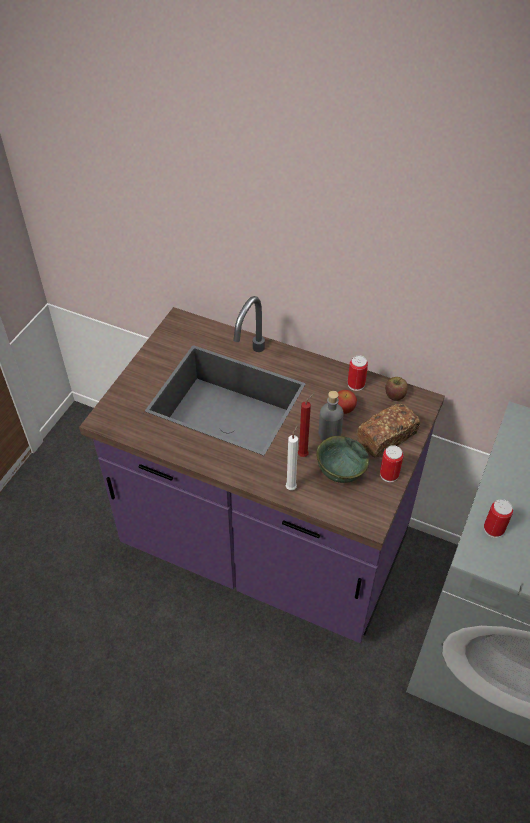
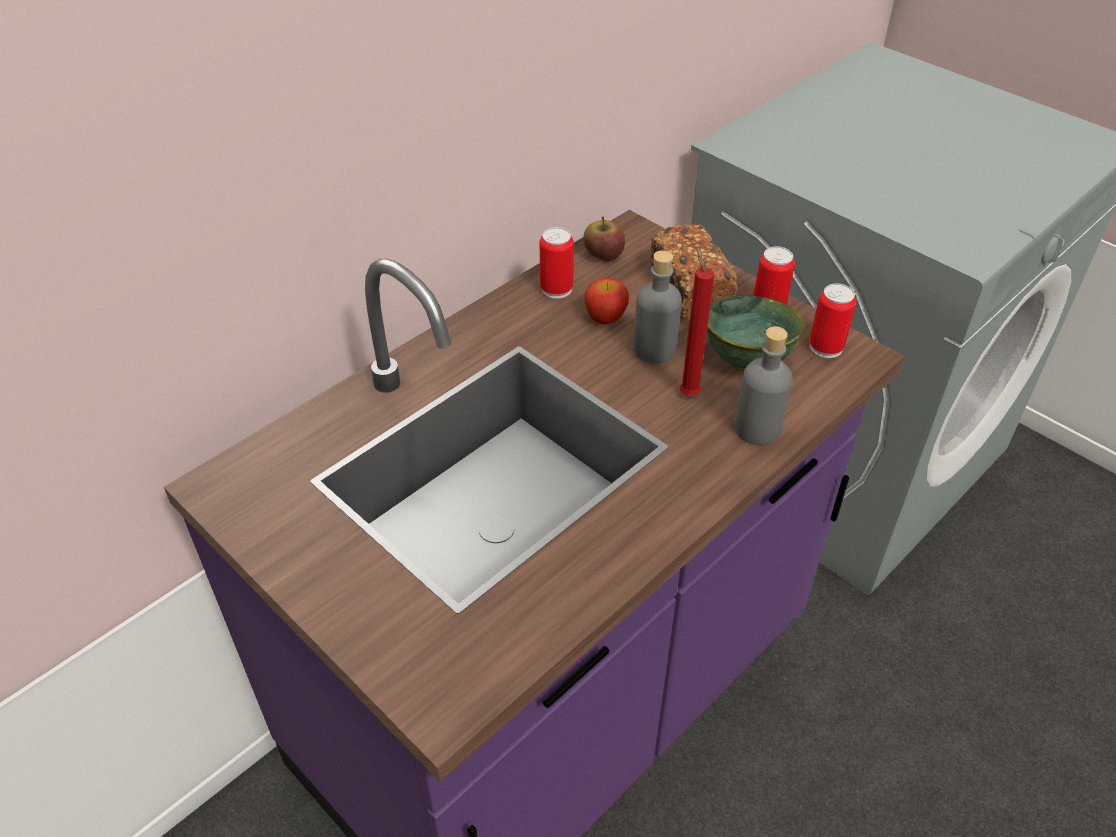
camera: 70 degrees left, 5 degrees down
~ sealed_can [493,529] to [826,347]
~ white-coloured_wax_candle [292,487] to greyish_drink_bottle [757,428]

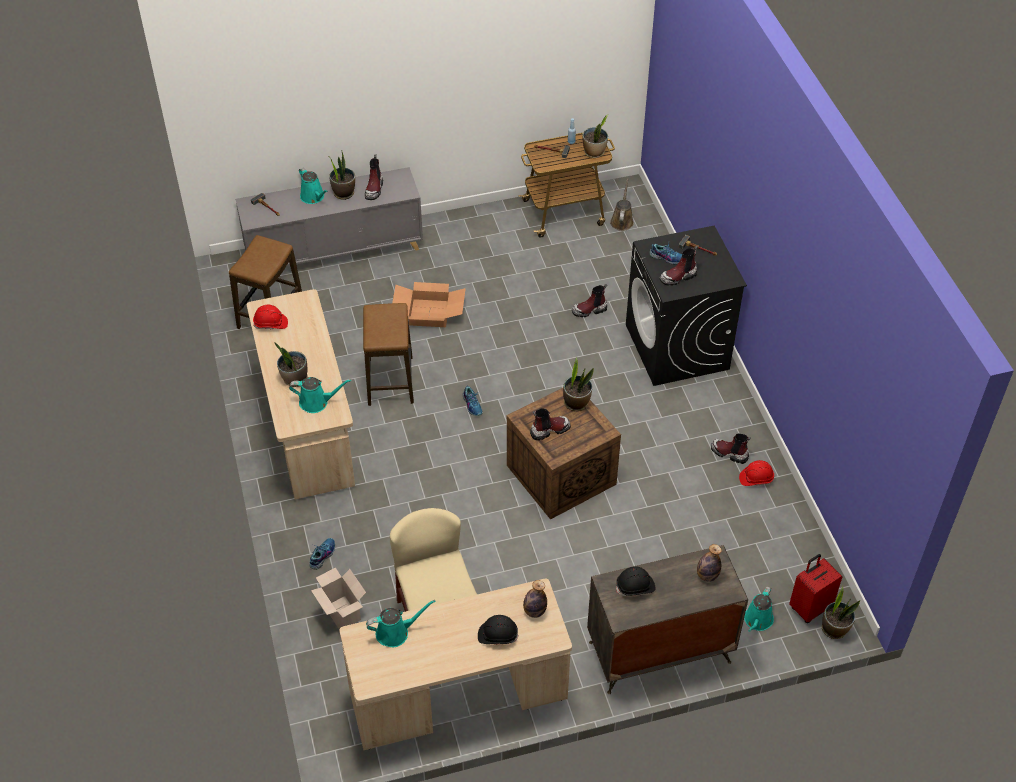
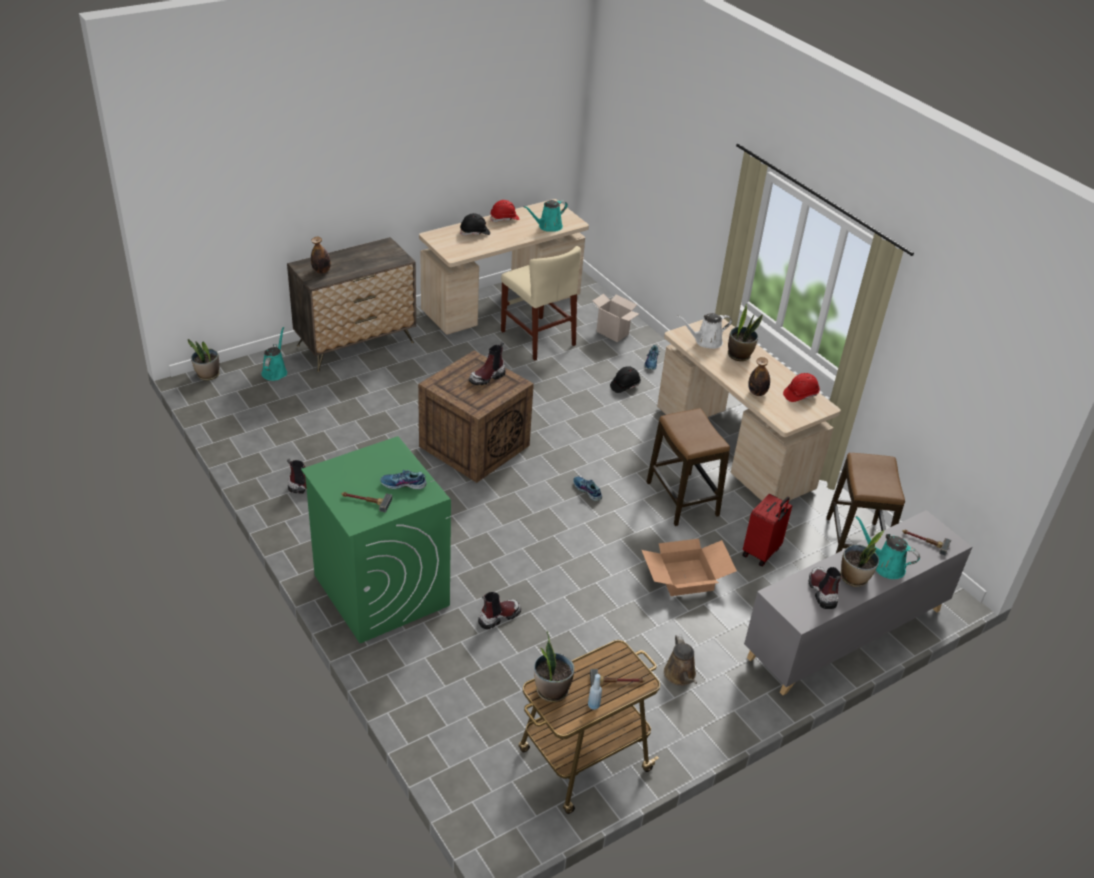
camera: 160 degrees right, 10 degrees down
- plant_in_a_pot [576,403]
- high-top_boot [678,277]
~ drink_bottle [534,611] to [757,393]
~ brownish_watering_can [622,220] to [680,676]
~ black_work_helmet [635,587] to [625,386]
~ reddish_work_helmet [756,478] to [504,219]
~ reddish_suitcase [809,607] to [762,553]
~ blue-green_watering_can [317,402] to white-coloured_watering_can [706,341]
~ black_washing_machine [677,347] to green_washing_machine [380,590]

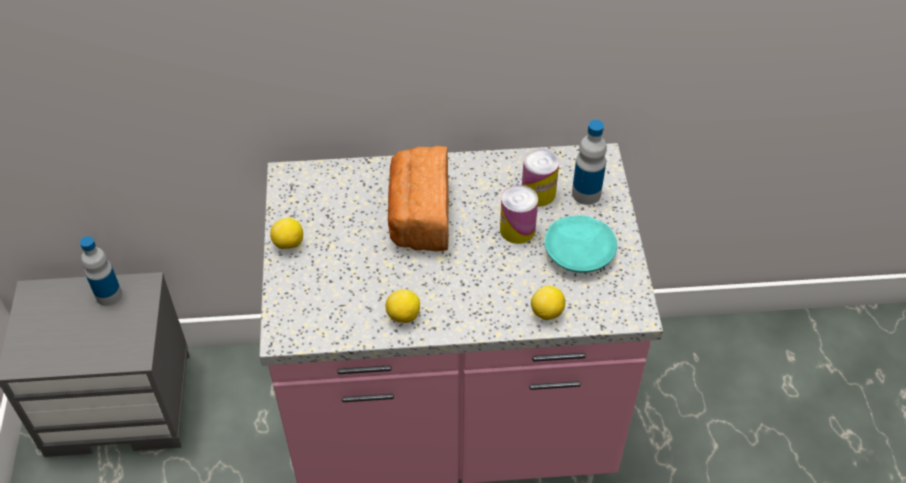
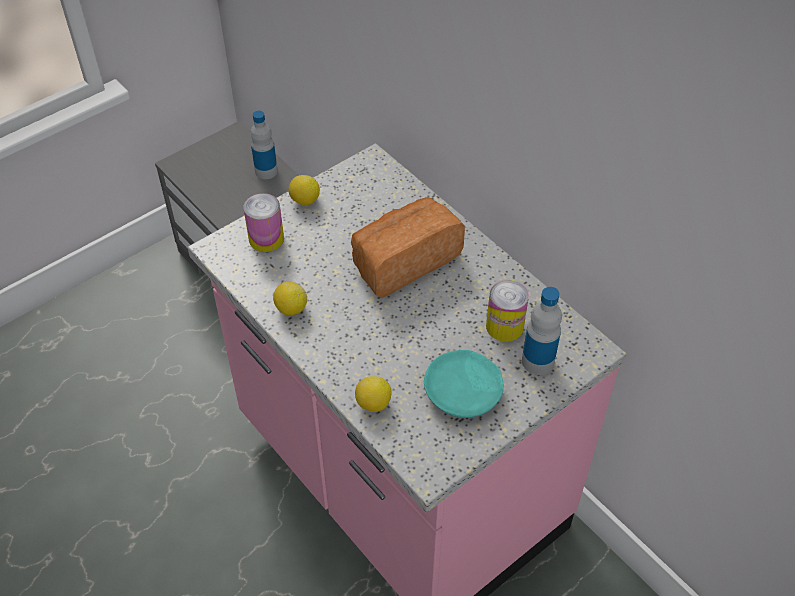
camera: 55 degrees right, 0 degrees up
~ sealed_can [517,229] to [266,239]

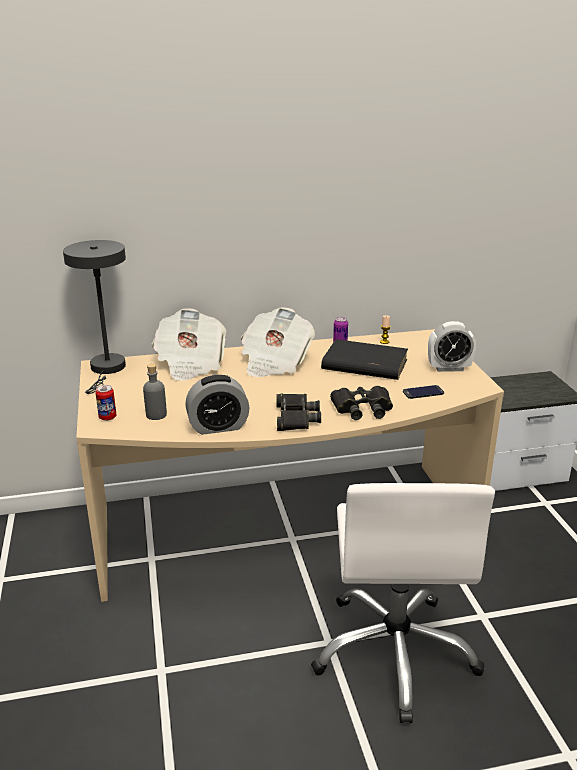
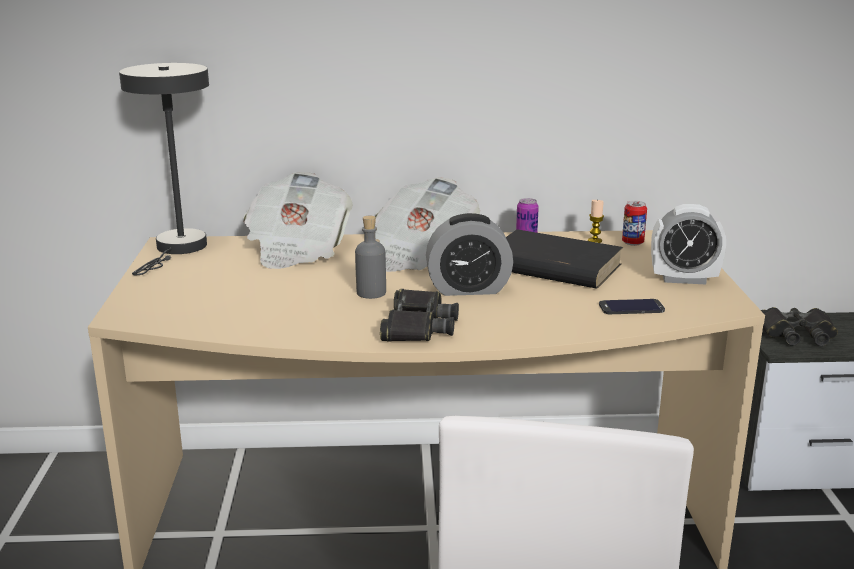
camera: 10 degrees right, 5 degrees down
~ sealed_can [107,417] to [632,243]
~ greyish_drink_bottle [156,415] to [371,293]
~ bedside_clock [218,427] to [468,289]
~ black_binoculars [362,408] to [797,334]

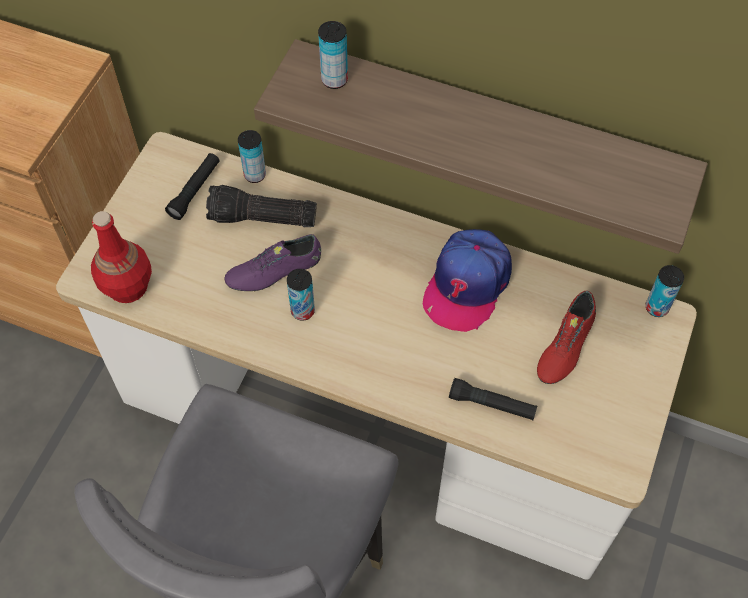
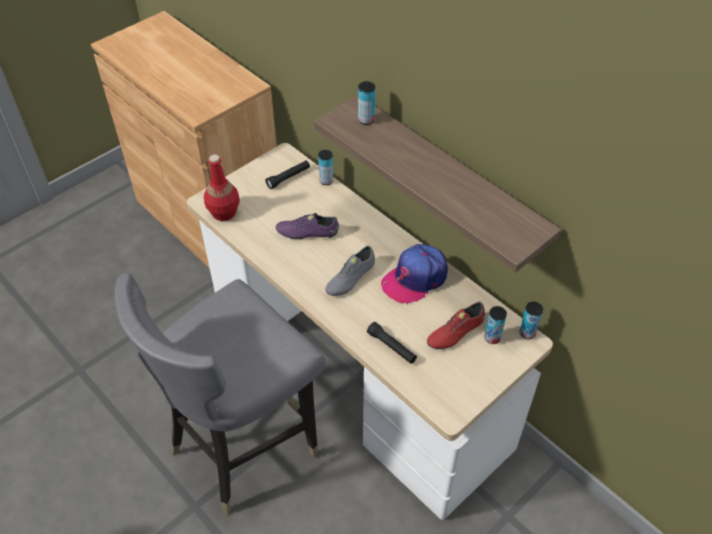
camera: 25 degrees right, 10 degrees down
- flashlight [261,219]
+ greyish_shoe [350,278]
~ sealed_can [303,311] to [492,338]

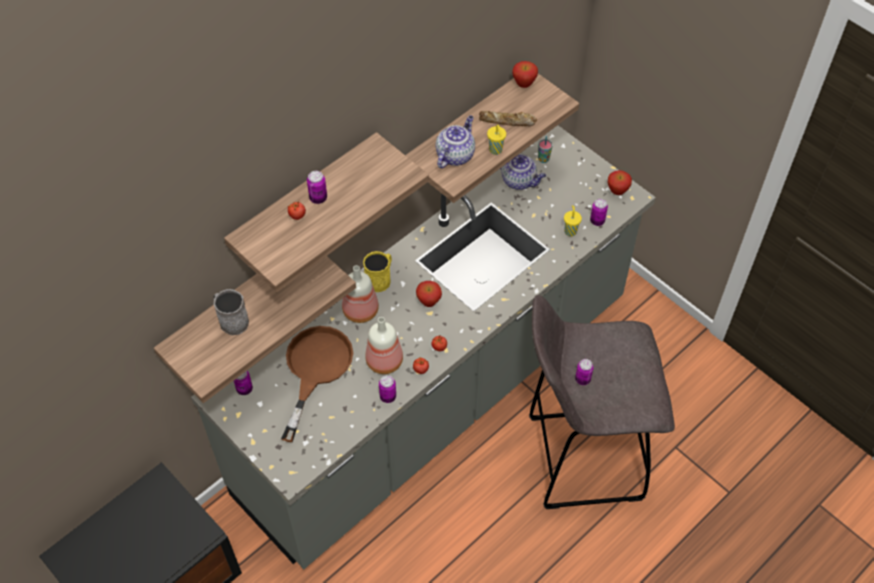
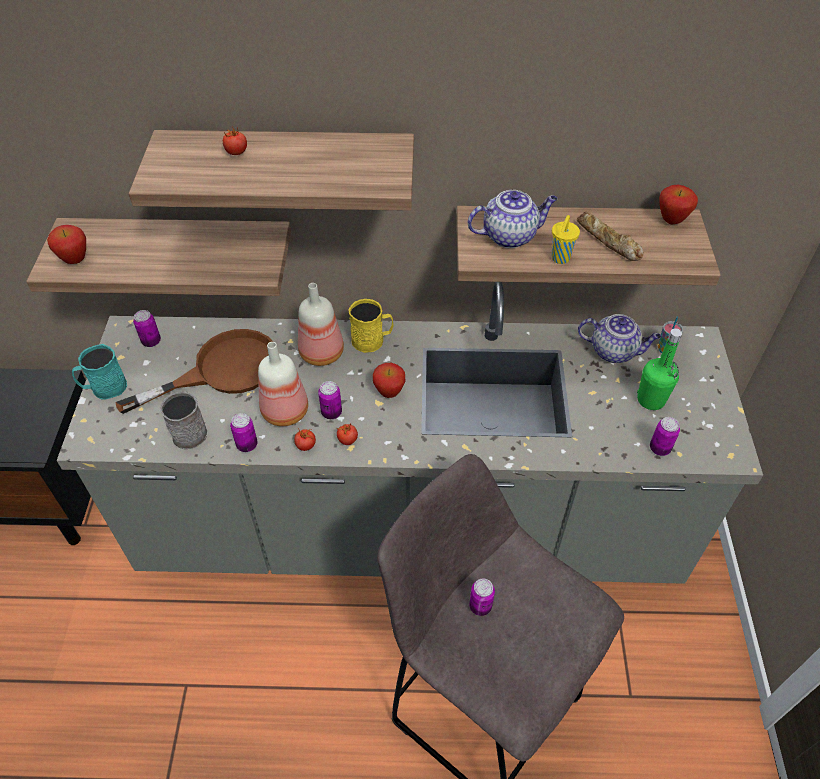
camera: 45 degrees right, 5 degrees down
- yellow-coloured_cup [570,231]
+ blue-green_mug [104,388]
+ green_drink_bottle [651,400]
~ greyish_mug [231,320] to [190,430]
~ sealed_can [318,198] to [331,412]
~ apple [617,192] to [75,260]
~ tea_pot [519,181] = [614,351] 60 degrees counterclockwise

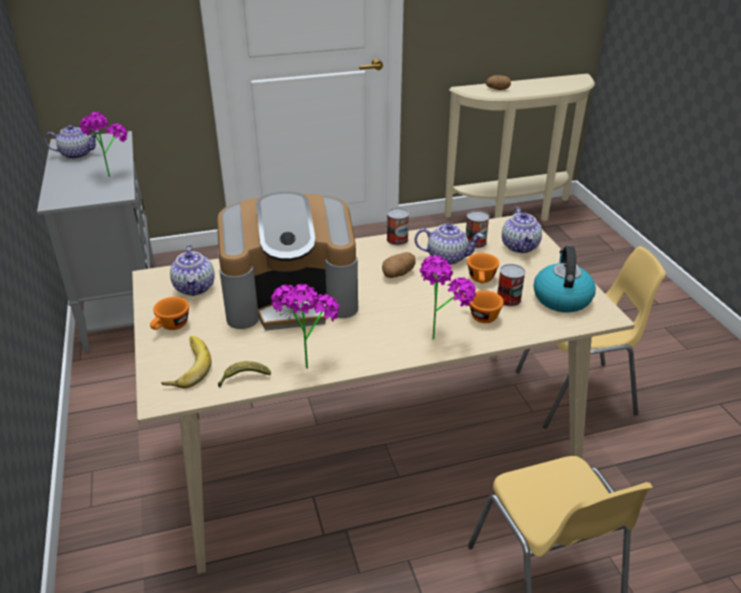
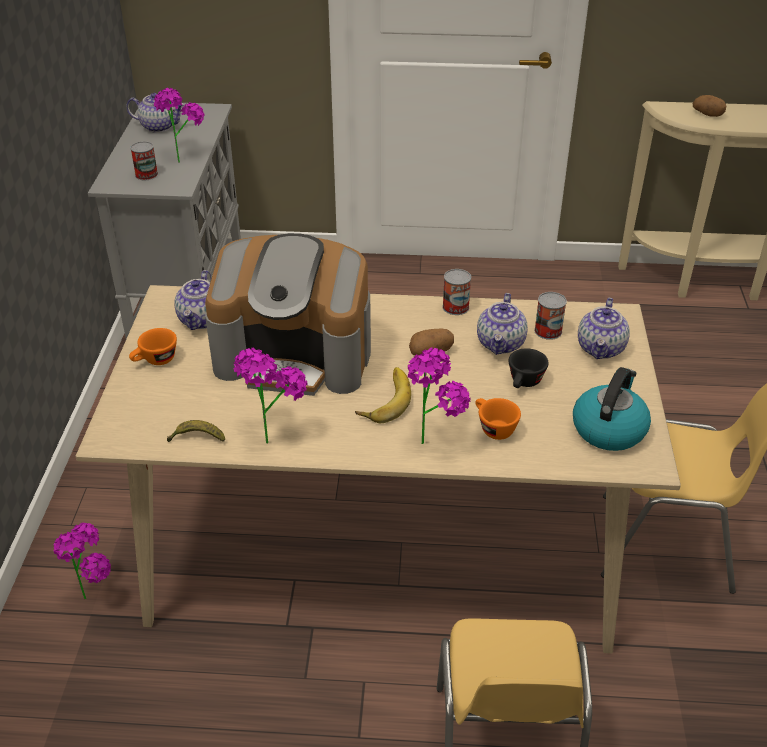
camera: 20 degrees right, 5 degrees up
+ plant_in_a_pot [96,593]
~ whole_banana [186,366] to [384,399]
~ sealed_can [508,299] to [146,175]
~ orangey_cup [481,280] to black_cup [524,383]
~ tea_pot [447,258] = [501,344] 75 degrees clockwise

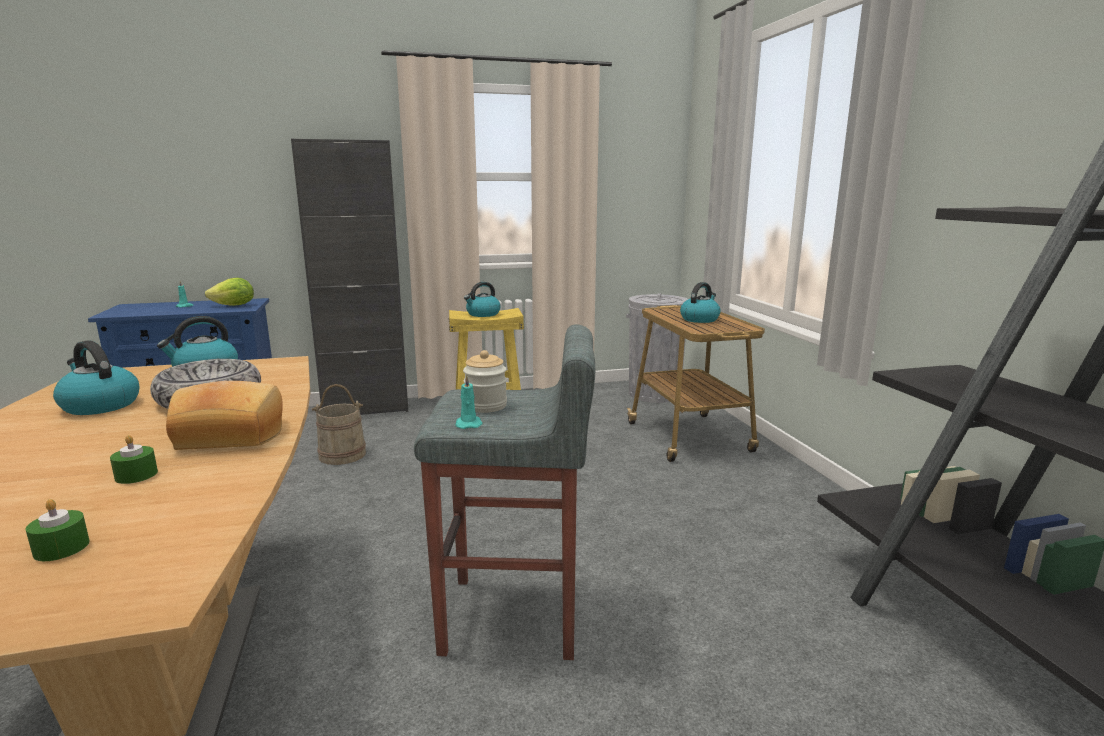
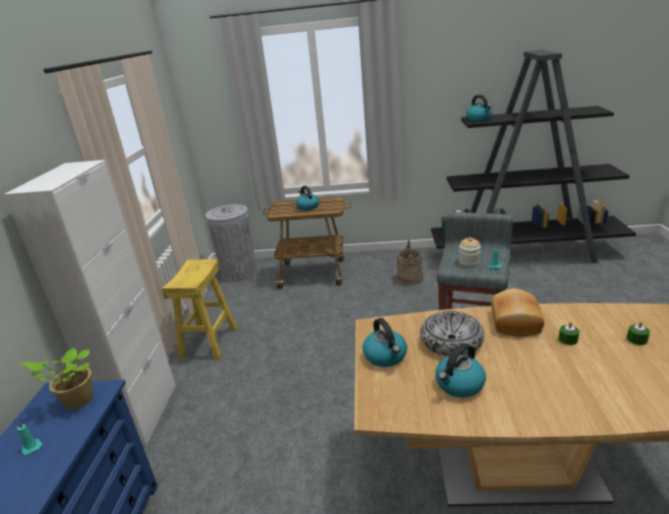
camera: 70 degrees left, 10 degrees up
~ beige-coloured_water_bucket [342,455] to [409,278]
~ water_kettle [483,314] to [479,119]
~ head_of_lettuce [234,306] to plant_in_a_pot [76,401]
~ black_cabinet [366,409] to white-coloured_cabinet [145,414]

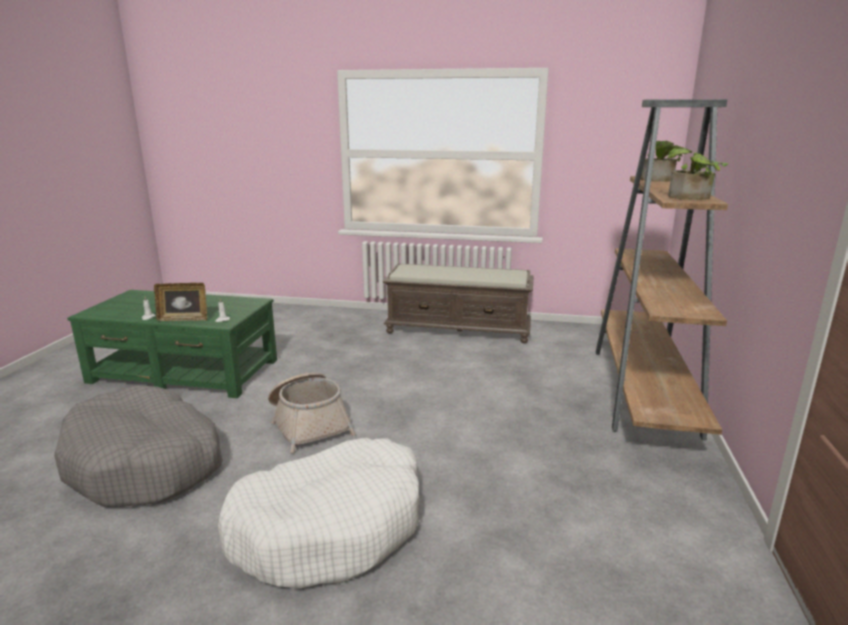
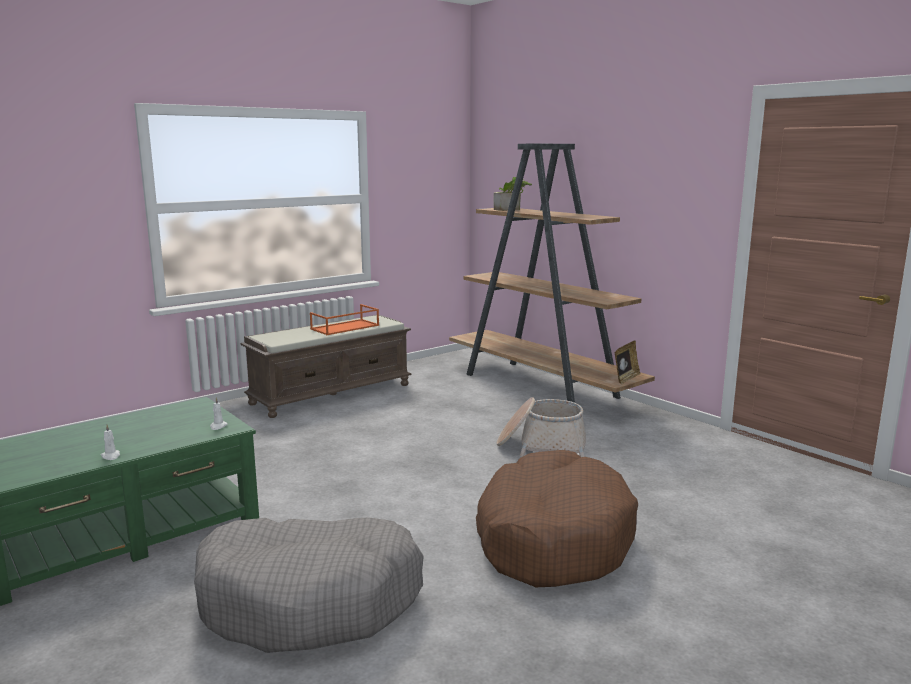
camera: 50 degrees left, 5 degrees down
- plant_in_a_pot [689,198]
+ orangey_carrying_tray [345,327]
~ standing_frame [183,319] to [625,379]
~ basket [309,424] to [541,446]
~ white-coloured_dog_cushion [330,527] to brownish_dog_cushion [552,538]

